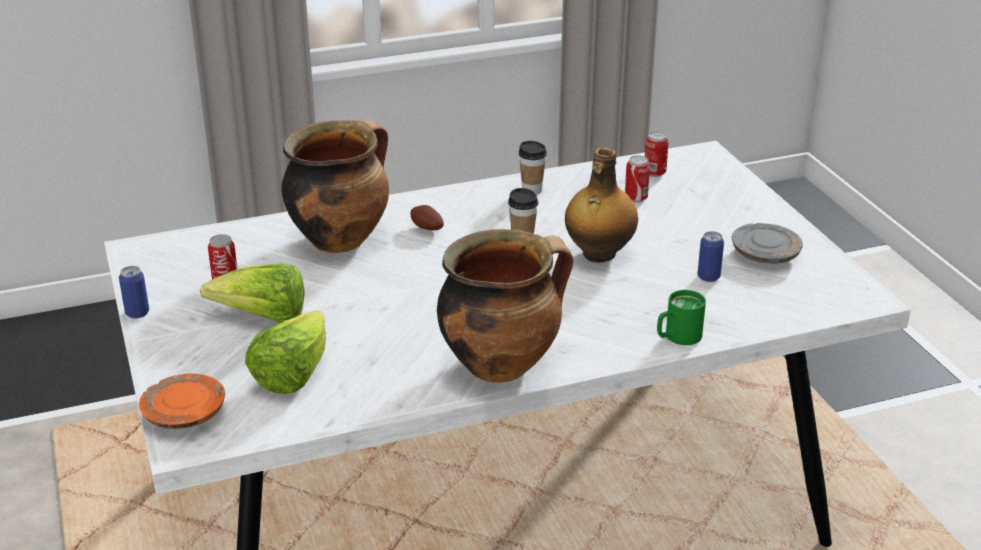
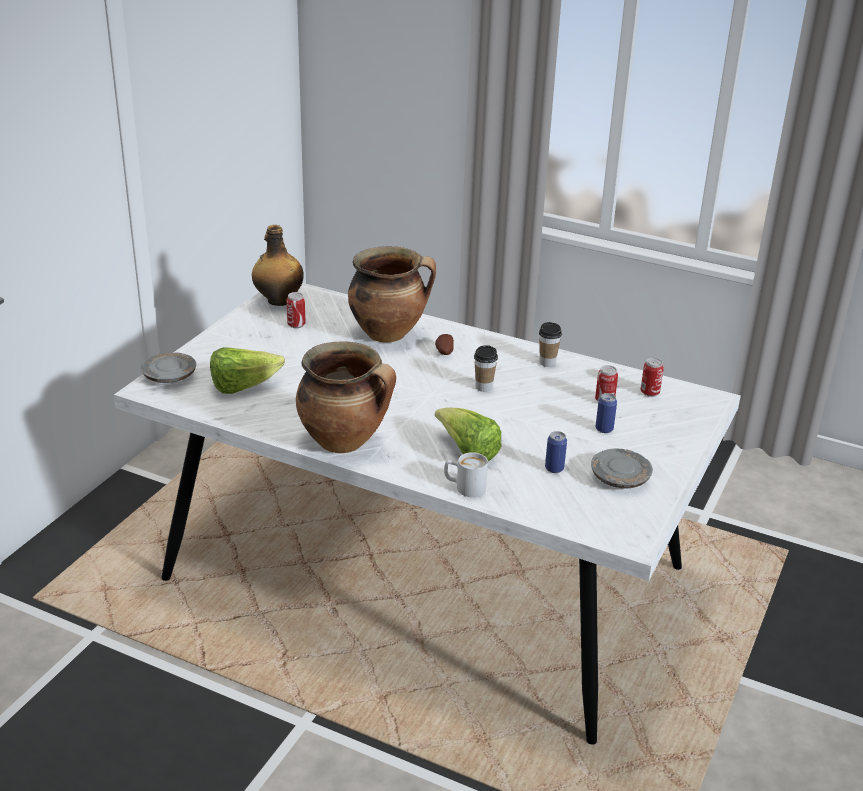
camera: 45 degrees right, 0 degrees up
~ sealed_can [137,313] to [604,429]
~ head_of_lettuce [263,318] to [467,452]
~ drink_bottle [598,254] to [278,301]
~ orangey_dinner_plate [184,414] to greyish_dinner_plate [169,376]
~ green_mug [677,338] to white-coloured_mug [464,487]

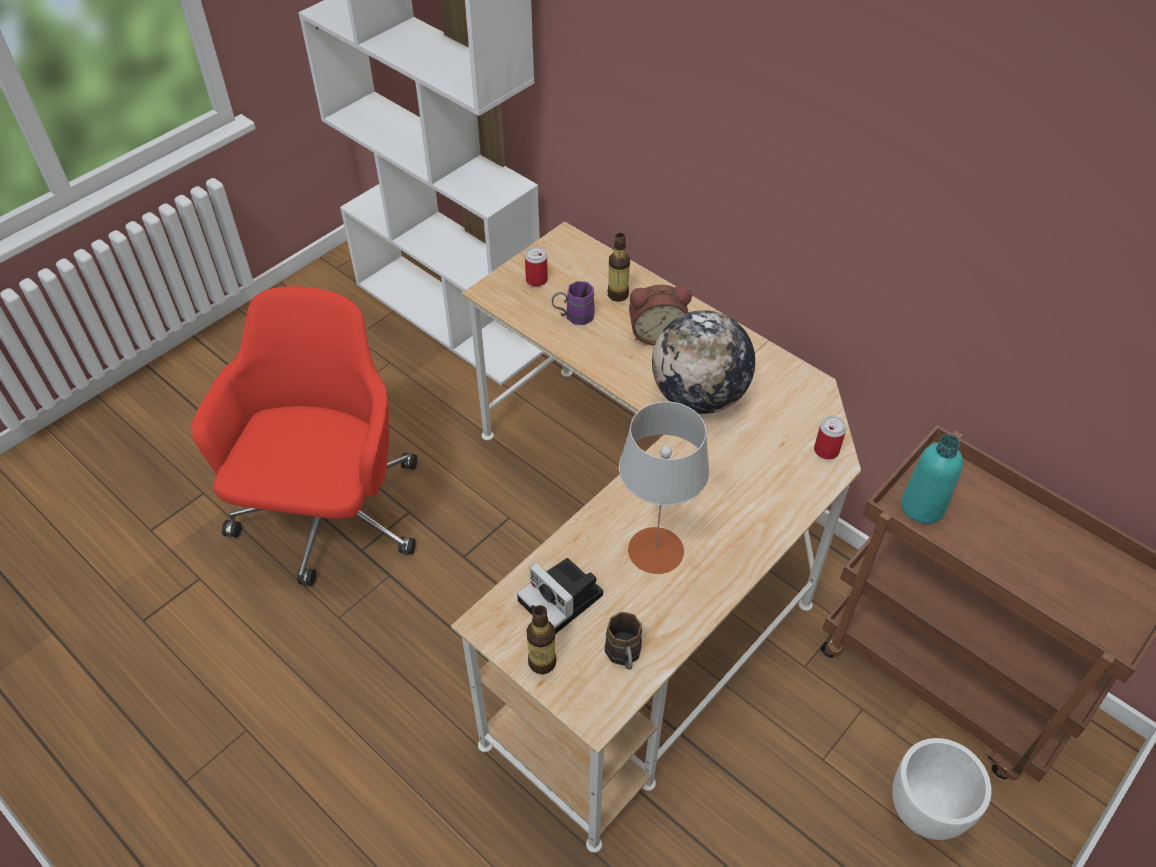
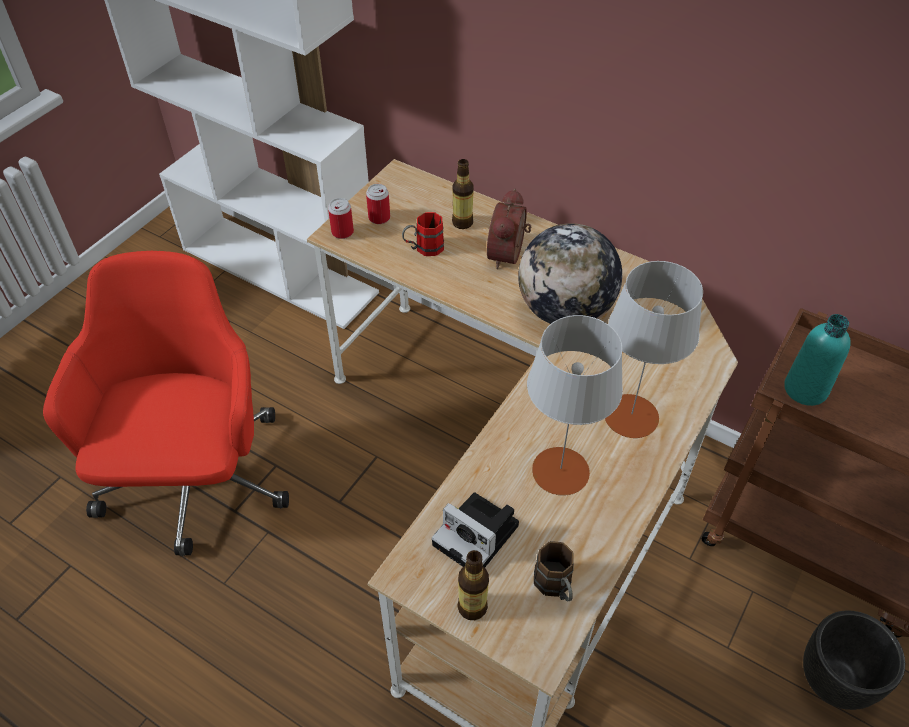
camera: 10 degrees left, 0 degrees up
+ greyish_lamp_for_a_table [631,416]
~ sealed_can [826,450] to [342,232]
~ purple-coloured_mug [573,316] to reddish_mug [423,249]
~ white-coloured_plant_pot [925,809] to black_plant_pot [833,679]
~ bedside_clock [657,333] = [509,255] 120 degrees clockwise

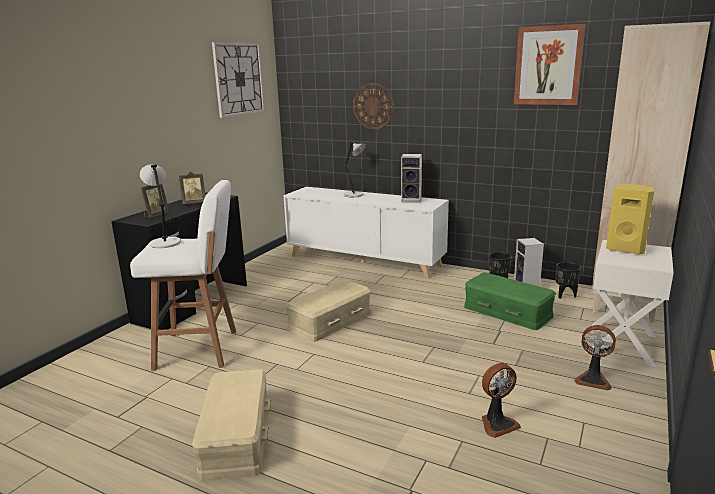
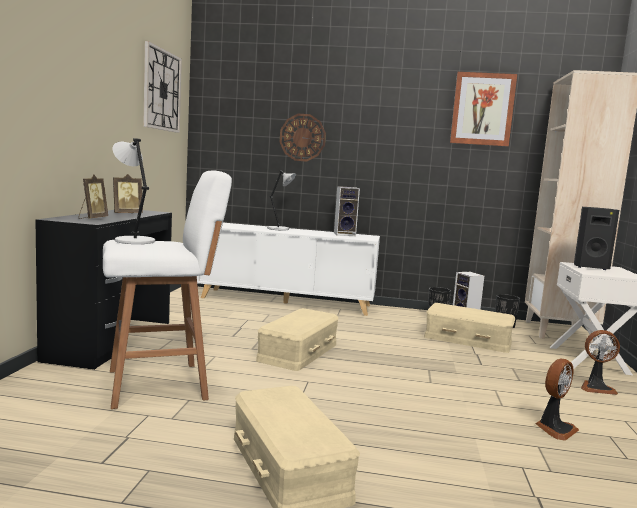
camera: 20 degrees left, 10 degrees down
~ green_storage_container [508,311] to beige-coloured_storage_container [468,339]
~ yellow-coloured_audio_speaker [626,249] to black_audio_speaker [590,267]

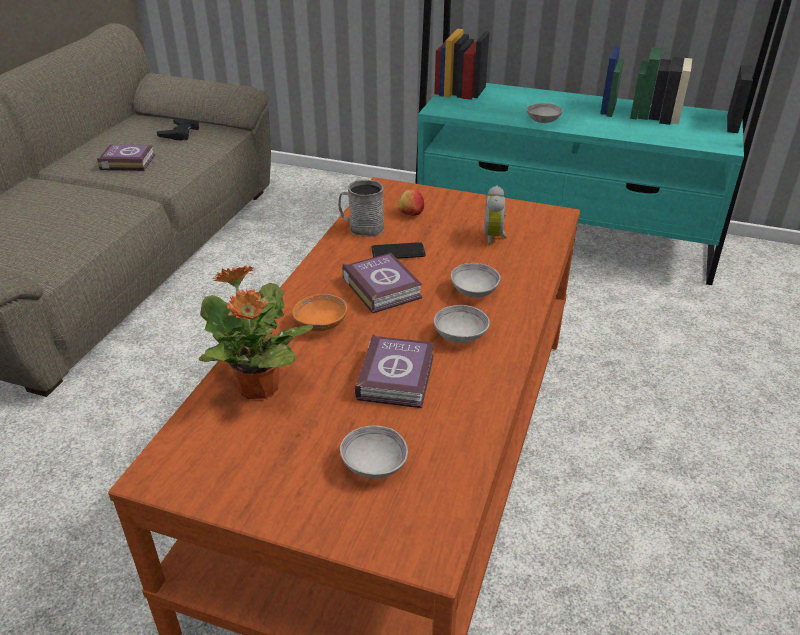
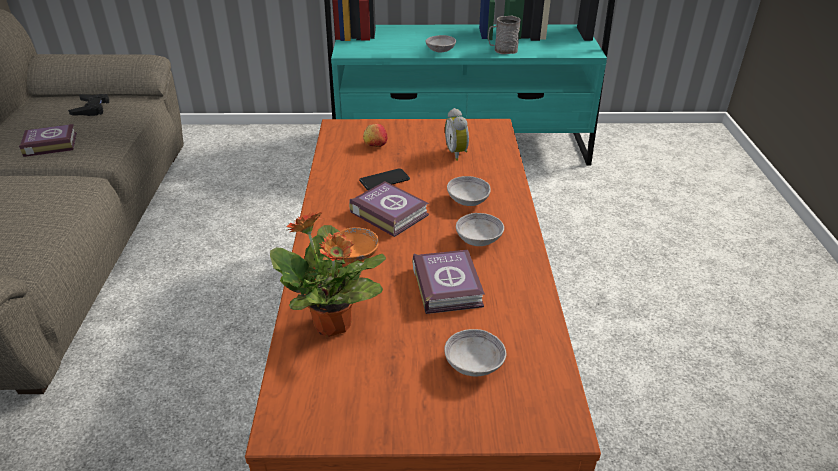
camera: 20 degrees left, 0 degrees up
~ greyish_mug [361,228] to [502,50]

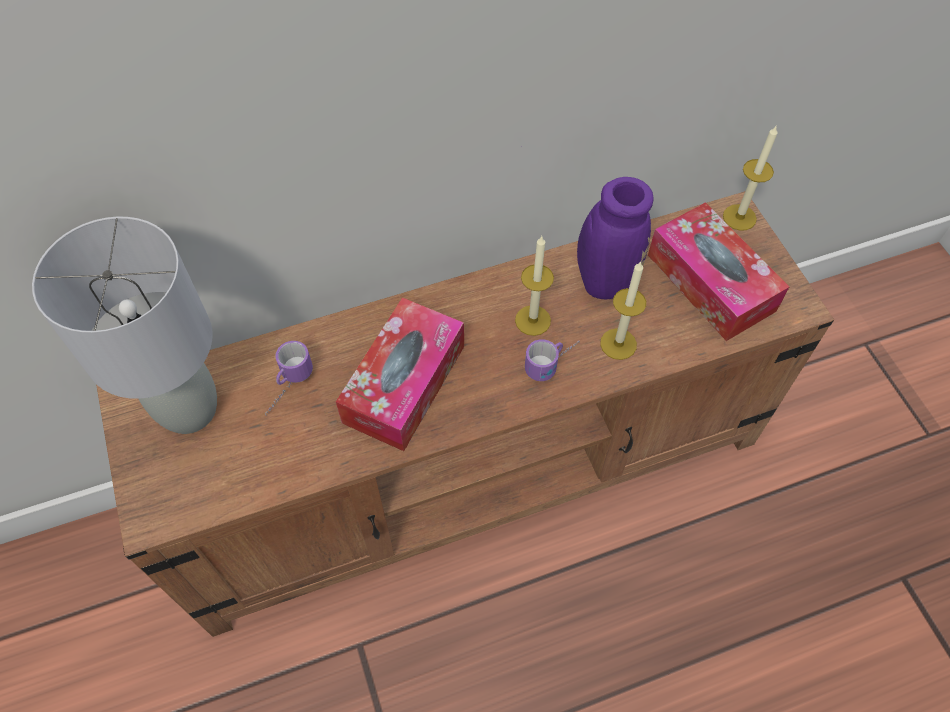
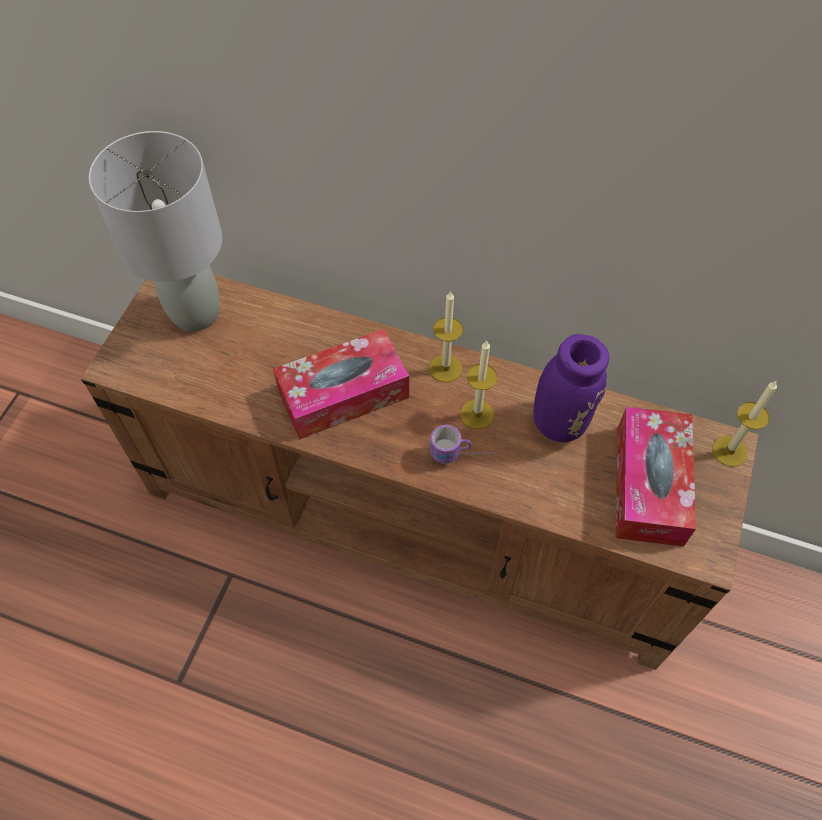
camera: 40 degrees right, 0 degrees up
- mug [287,388]
~ wax_candle [618,344] to [445,368]

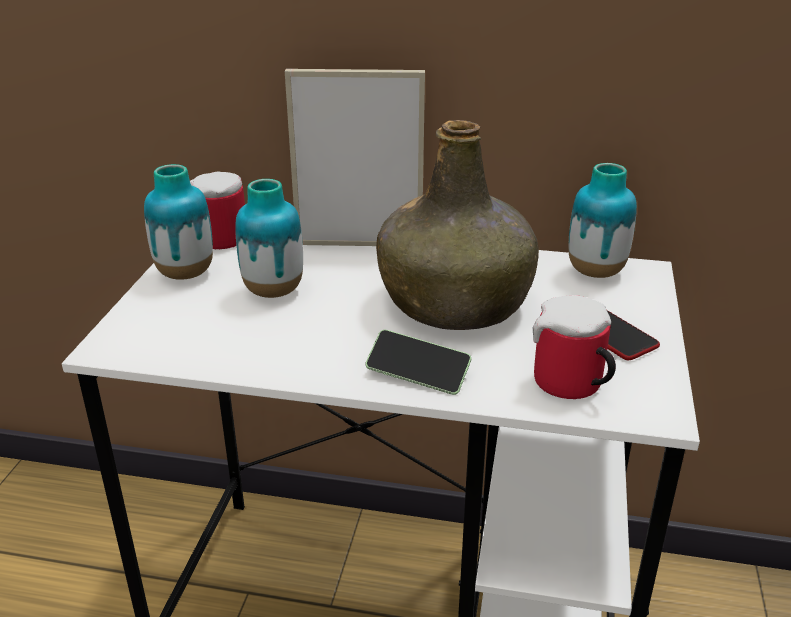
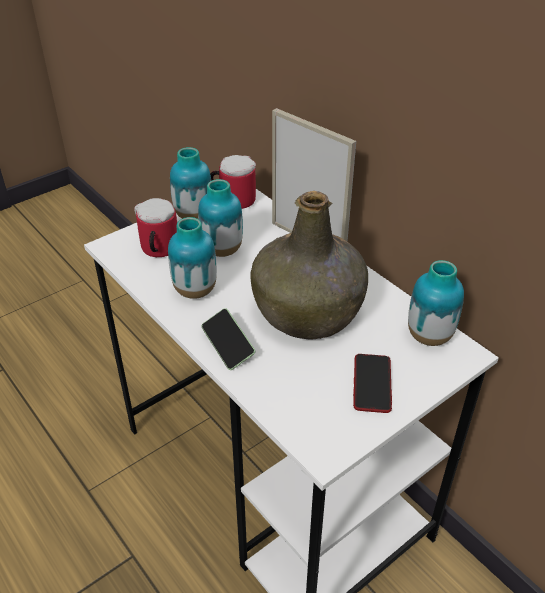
camera: 40 degrees right, 10 degrees up
+ vase [195,291]
~ mug [571,387] to [157,250]

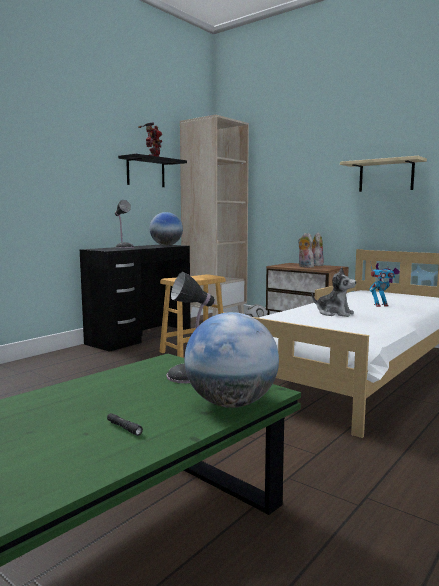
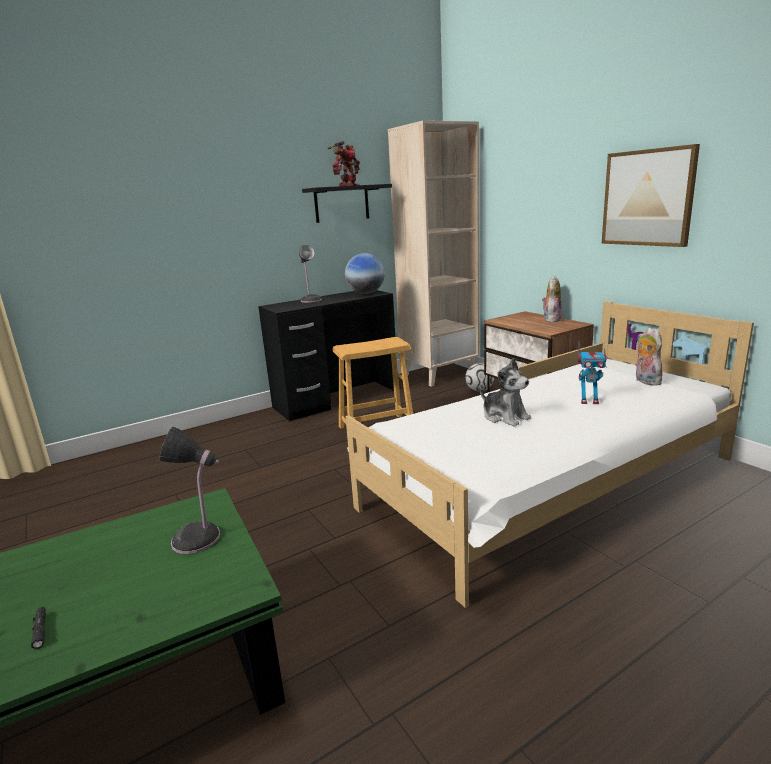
camera: 20 degrees right, 10 degrees up
- globe [231,404]
~ plush_toy [304,267] to [645,381]
~ beige-coloured_shelf [386,176] to wall_art [648,198]

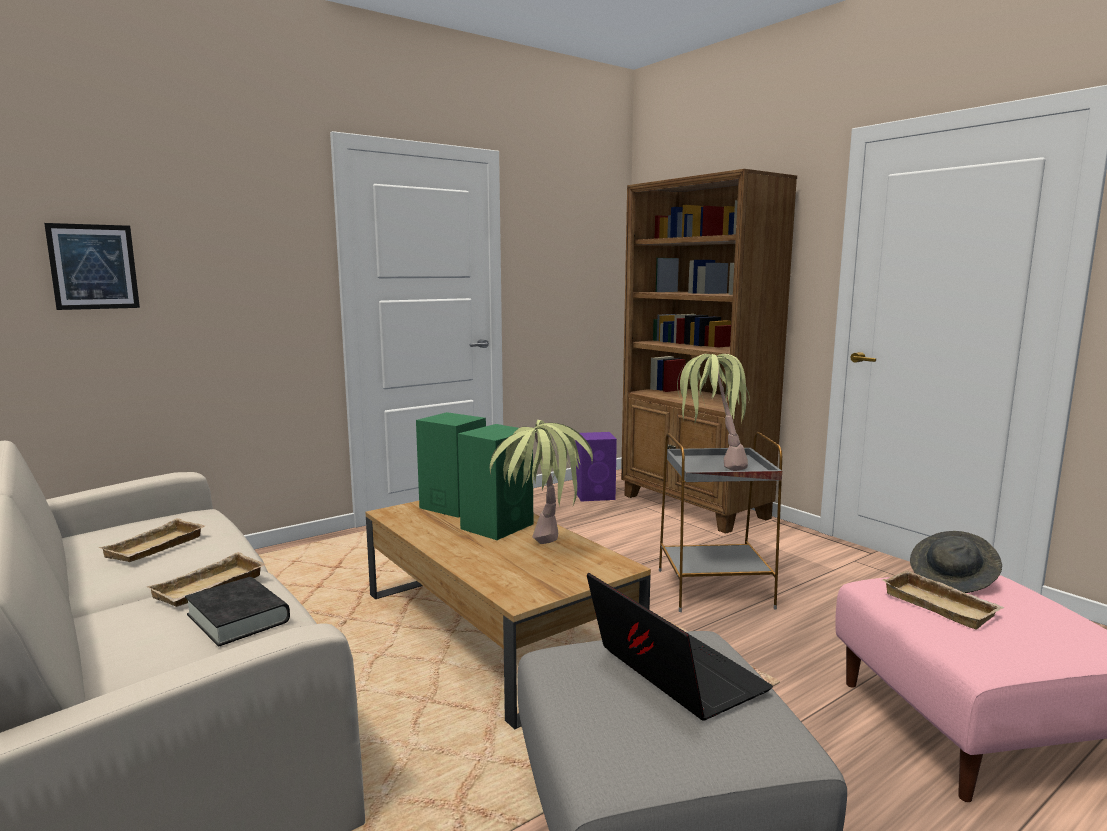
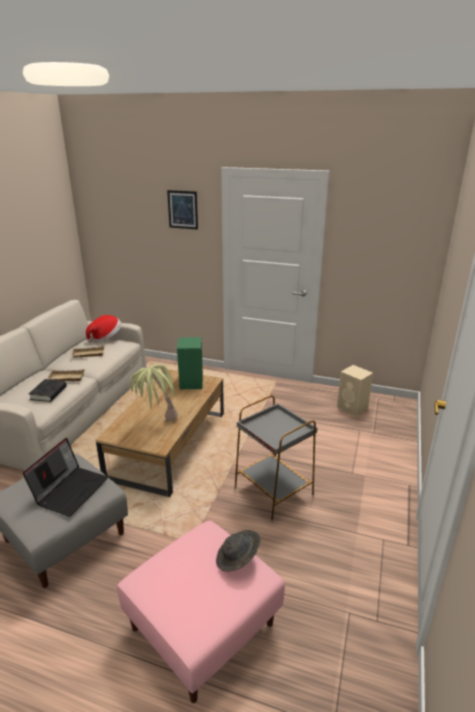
camera: 55 degrees right, 15 degrees up
- green_audio_speaker [498,526]
- brownish_bookcase [694,507]
- plant_in_a_pot [709,466]
- beige-coloured_carrying_tray [942,605]
+ hat [106,338]
~ wall_art [93,267] to [183,209]
~ purple-coloured_audio_speaker [596,495] to beige-coloured_audio_speaker [353,408]

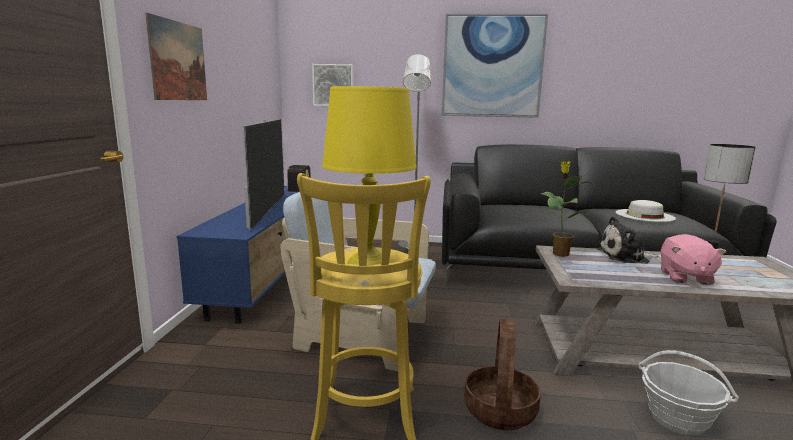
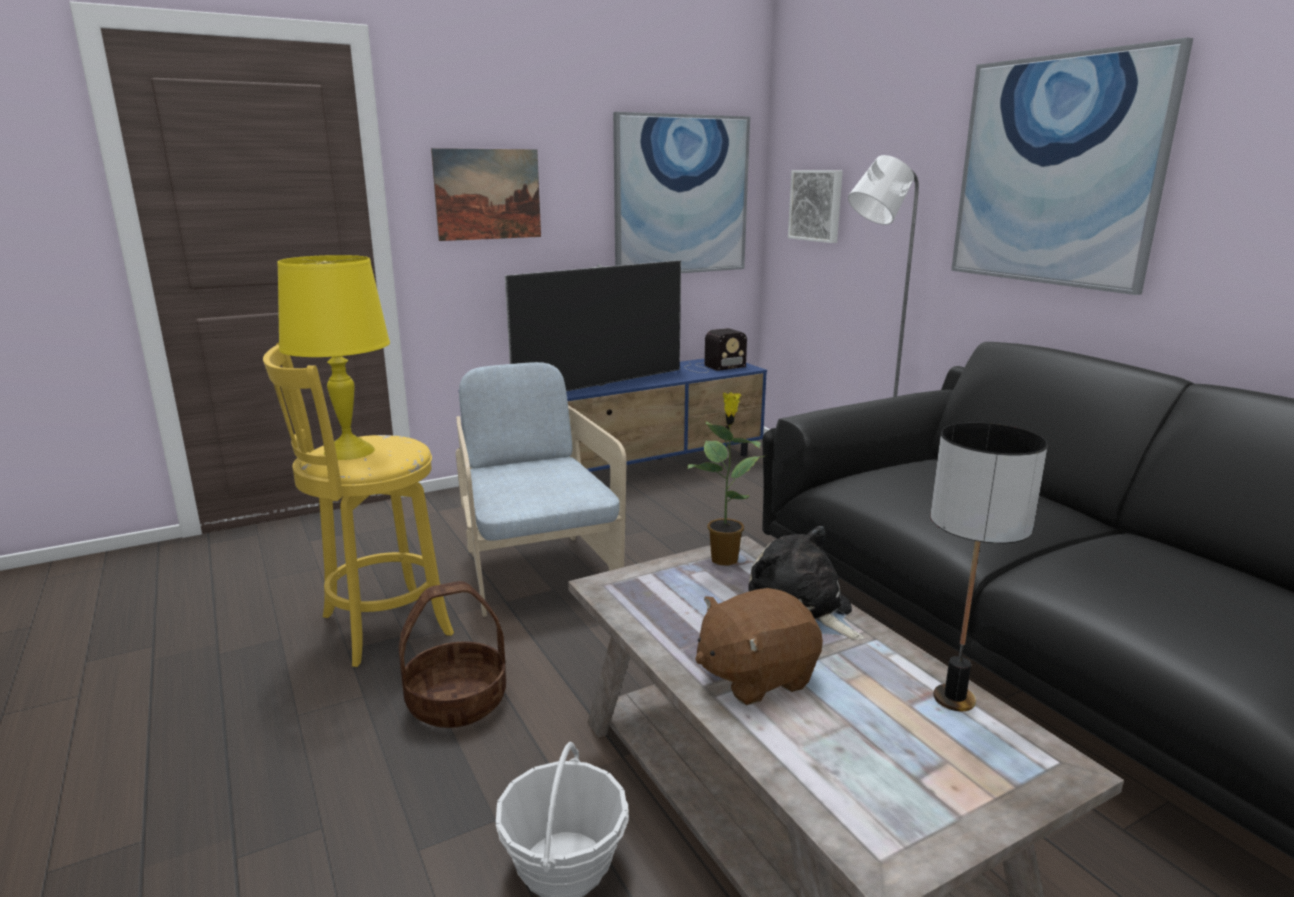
camera: 55 degrees right, 5 degrees up
- white-coloured_hat [644,215]
+ wall_art [681,195]
~ pink-coloured_plush_toy [685,277] to brownish_plush_toy [755,676]

